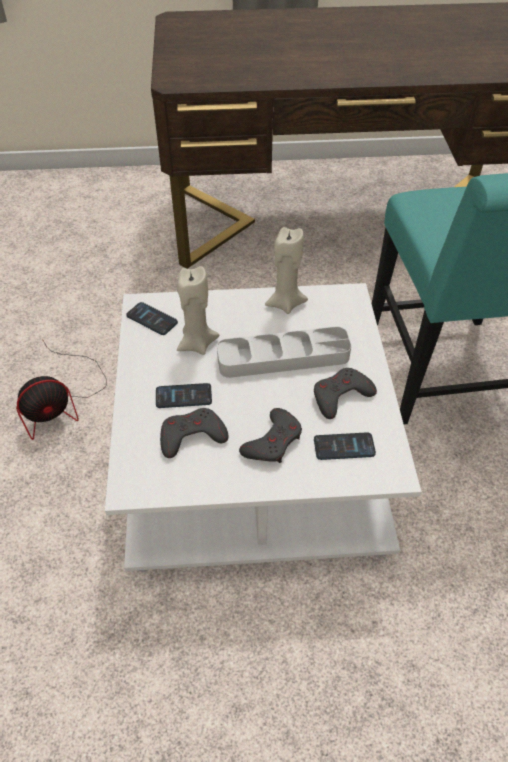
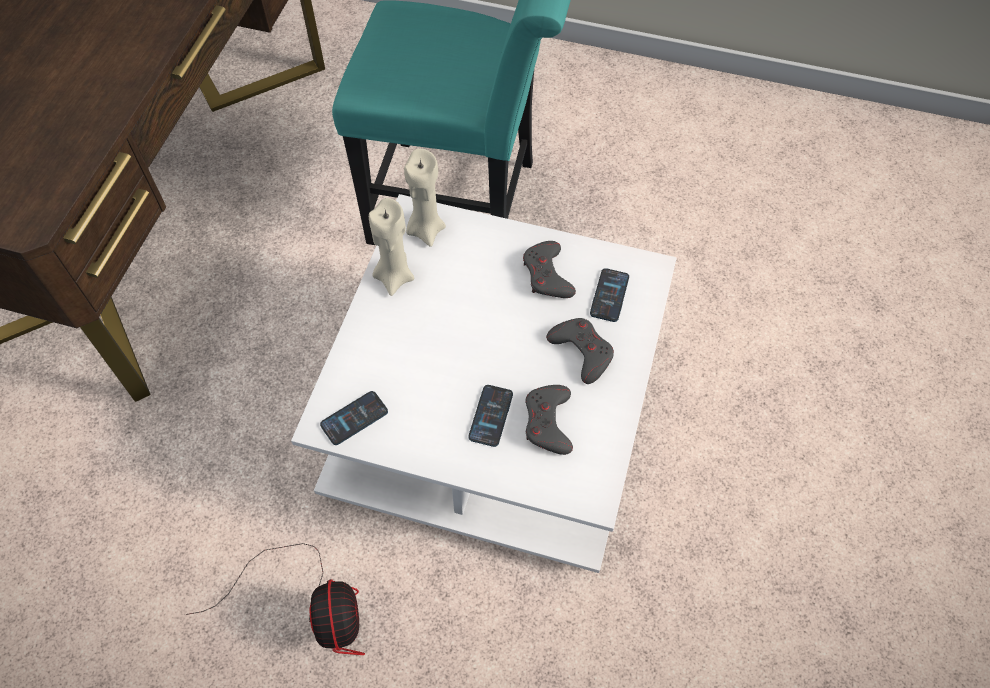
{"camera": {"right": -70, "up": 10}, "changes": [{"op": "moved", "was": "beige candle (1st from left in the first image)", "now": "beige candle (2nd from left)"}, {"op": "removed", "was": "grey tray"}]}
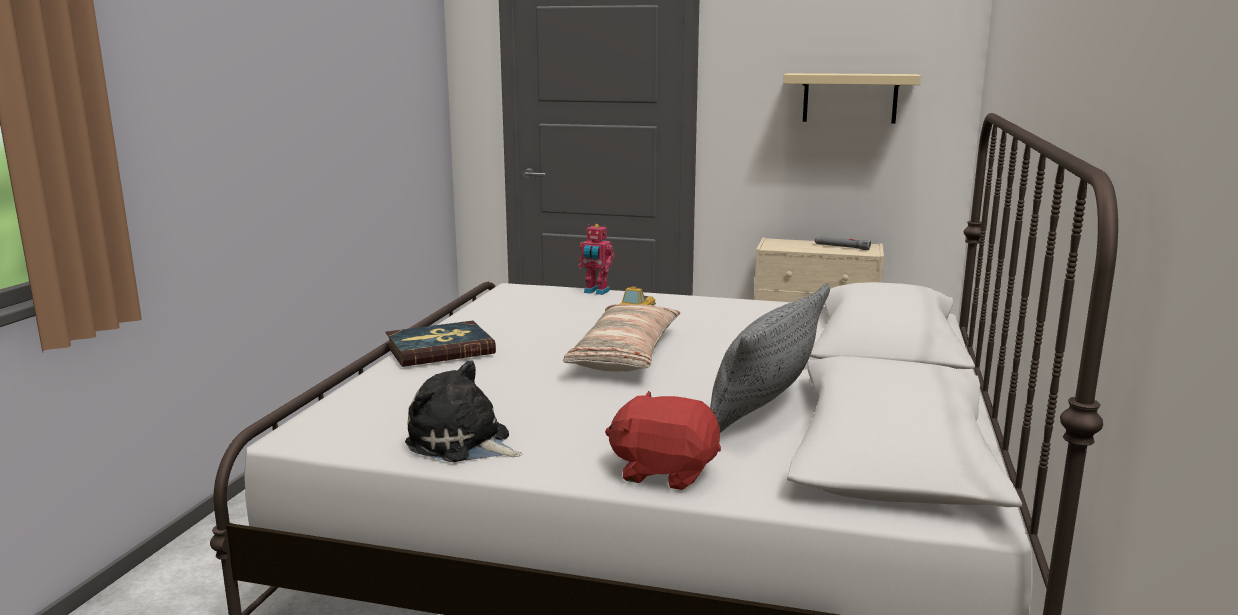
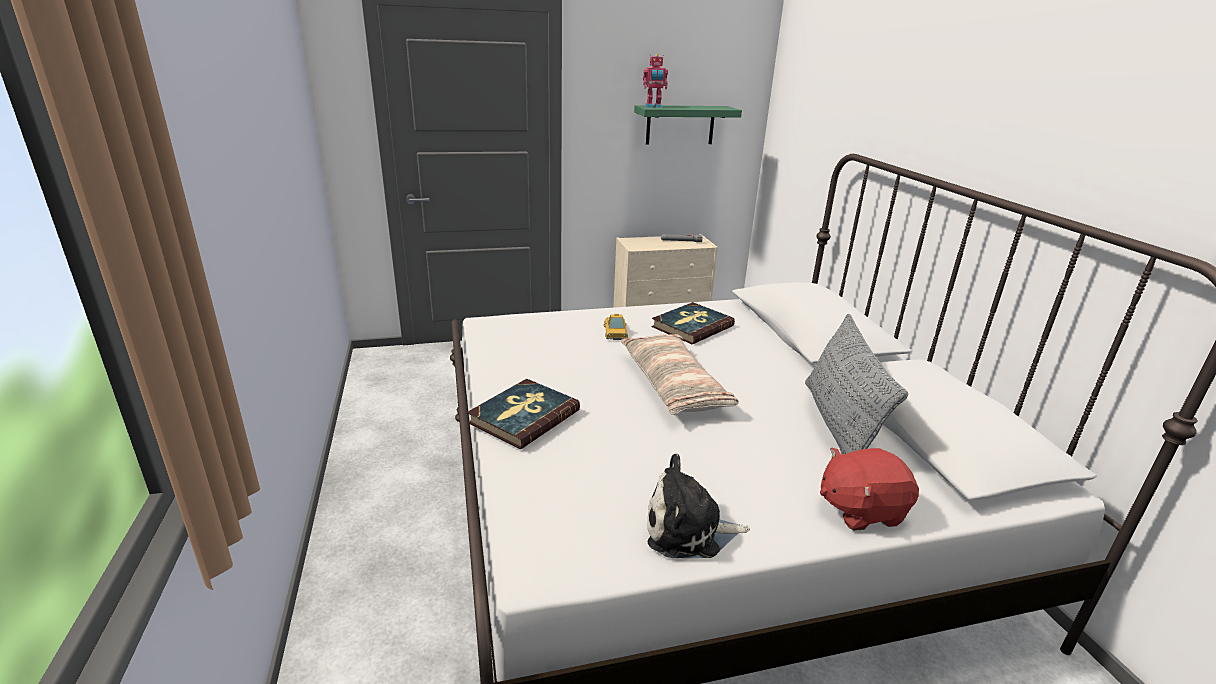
{"camera": {"right": -30, "up": 10}, "changes": [{"op": "recoloured", "was": "beige shelf", "now": "green shelf"}, {"op": "moved", "was": "toy robot"}, {"op": "added", "now": "book (2nd from left)"}]}
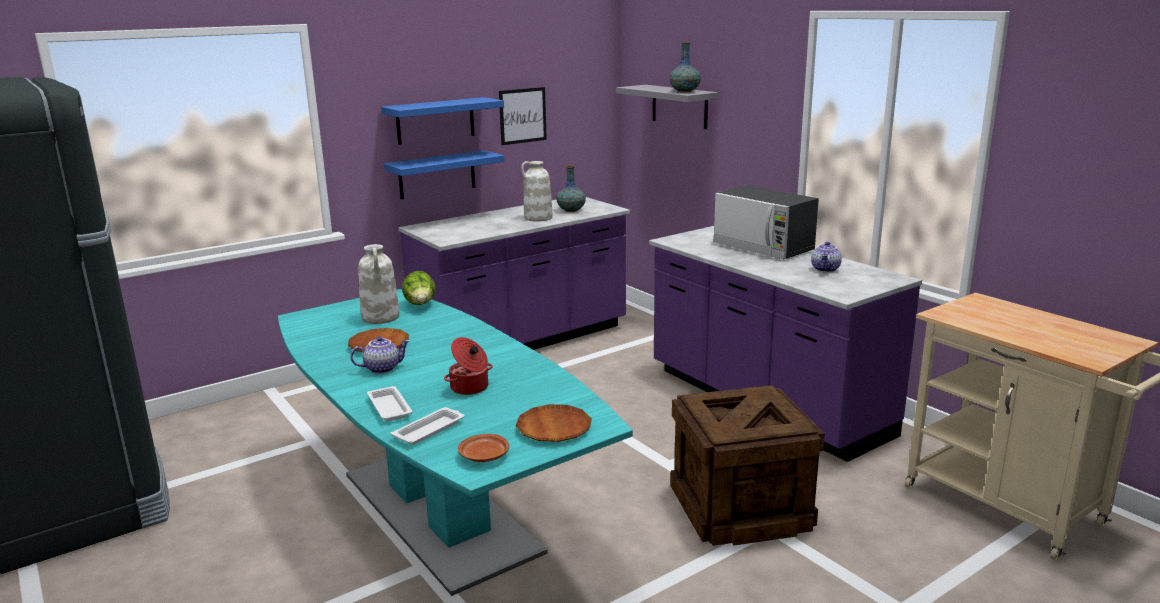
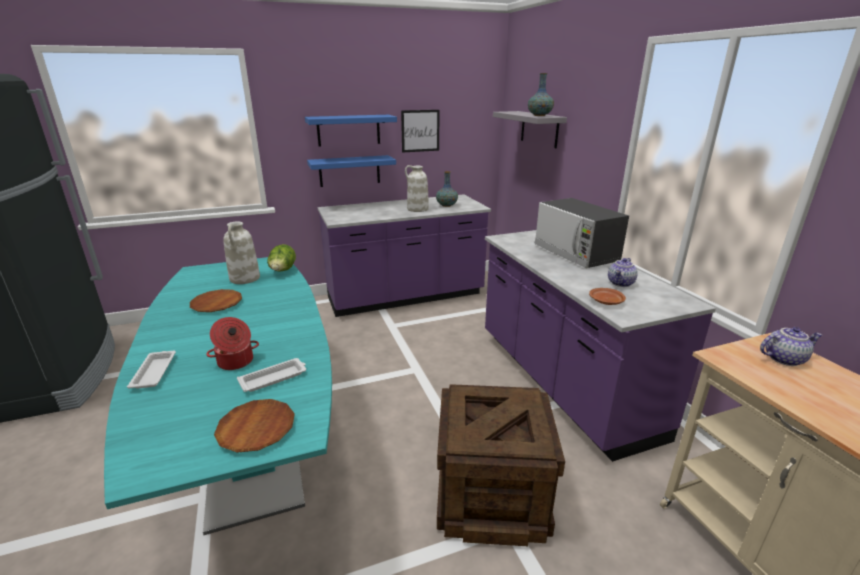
{"camera": {"right": 15, "up": 5}, "changes": [{"op": "moved", "was": "teapot (1st from left in the first image)", "now": "teapot (2nd from left)"}, {"op": "moved", "was": "white tray (2nd from left)"}, {"op": "moved", "was": "brown plate (2nd from left in the first image)", "now": "brown plate (3rd from left)"}]}
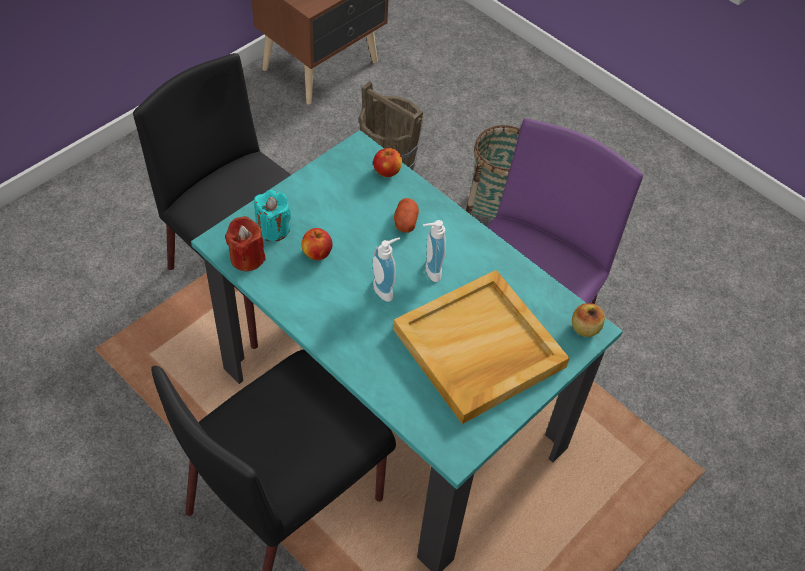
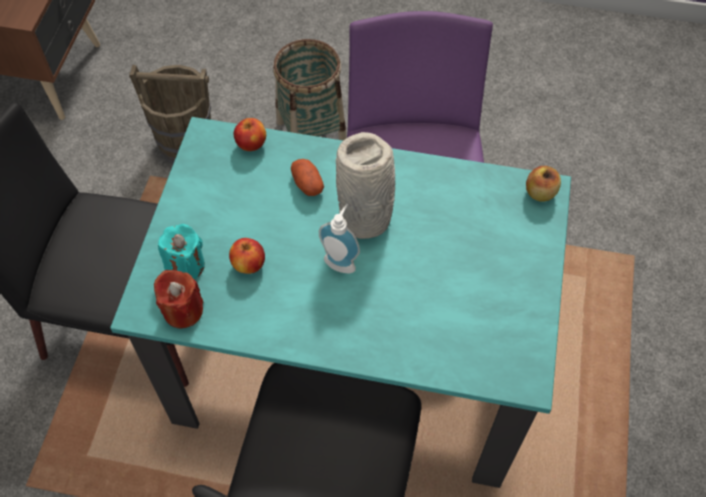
{"camera": {"right": -30, "up": 5}, "changes": [{"op": "replaced", "was": "soap dispenser (2nd from left)", "now": "grey vase"}, {"op": "removed", "was": "beige tray"}]}
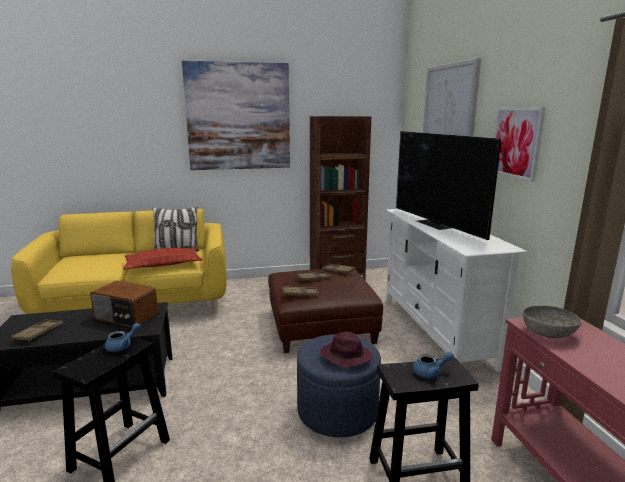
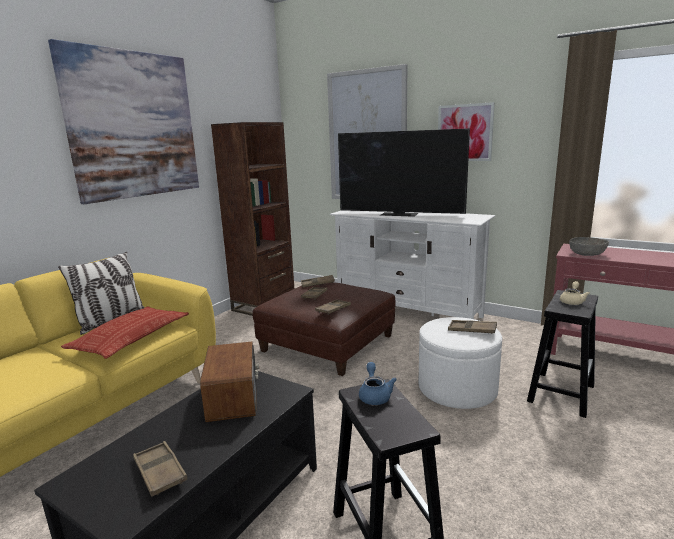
{"camera": {"right": -45, "up": 0}, "changes": [{"op": "turned", "was": "radio", "clockwise": -75}, {"op": "replaced", "was": "purple hat", "now": "brown tray (5th from left)"}, {"op": "recoloured", "was": "blue ottoman", "now": "white ottoman"}, {"op": "recoloured", "was": "blue teapot (2nd from left)", "now": "beige teapot"}]}
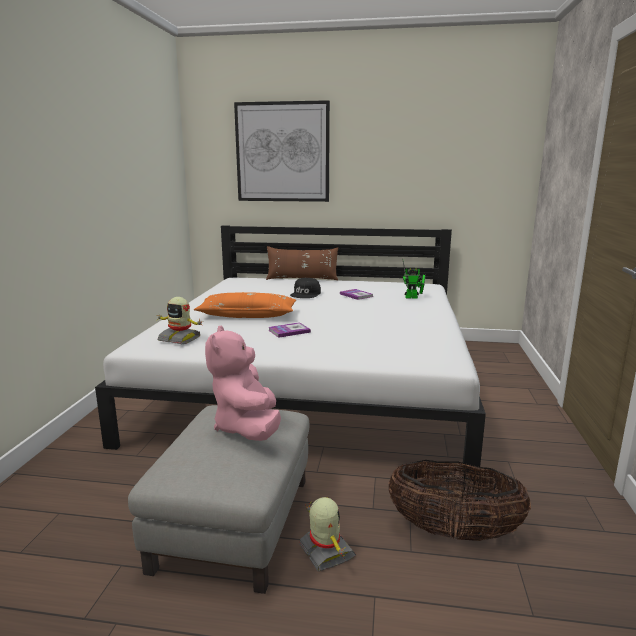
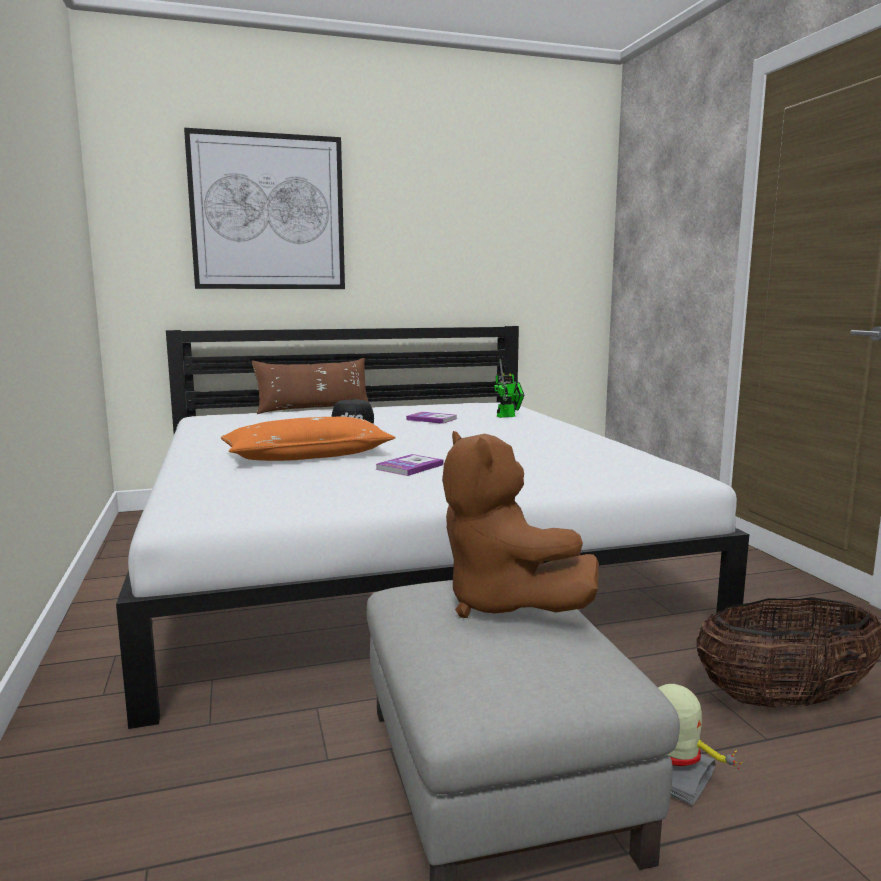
{"camera": {"right": -25, "up": -5}, "changes": [{"op": "removed", "was": "toy robot (1st from left)"}, {"op": "recoloured", "was": "pink plush toy", "now": "brown plush toy"}]}
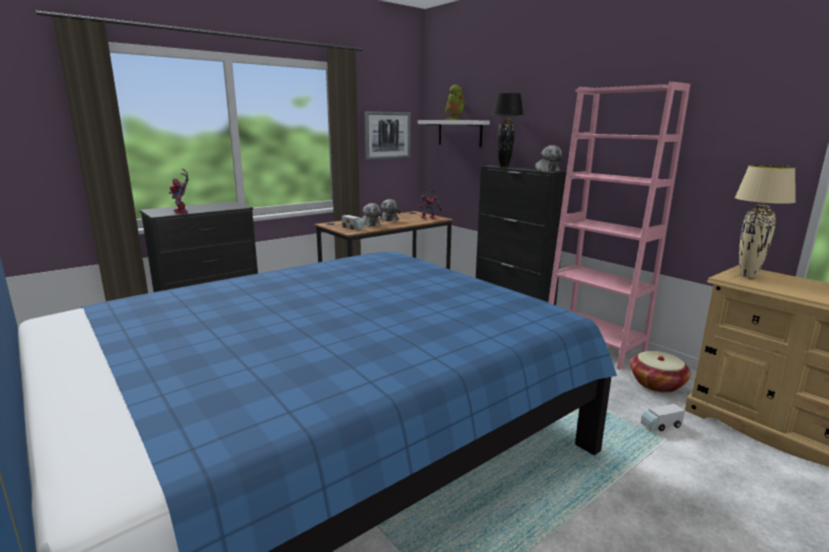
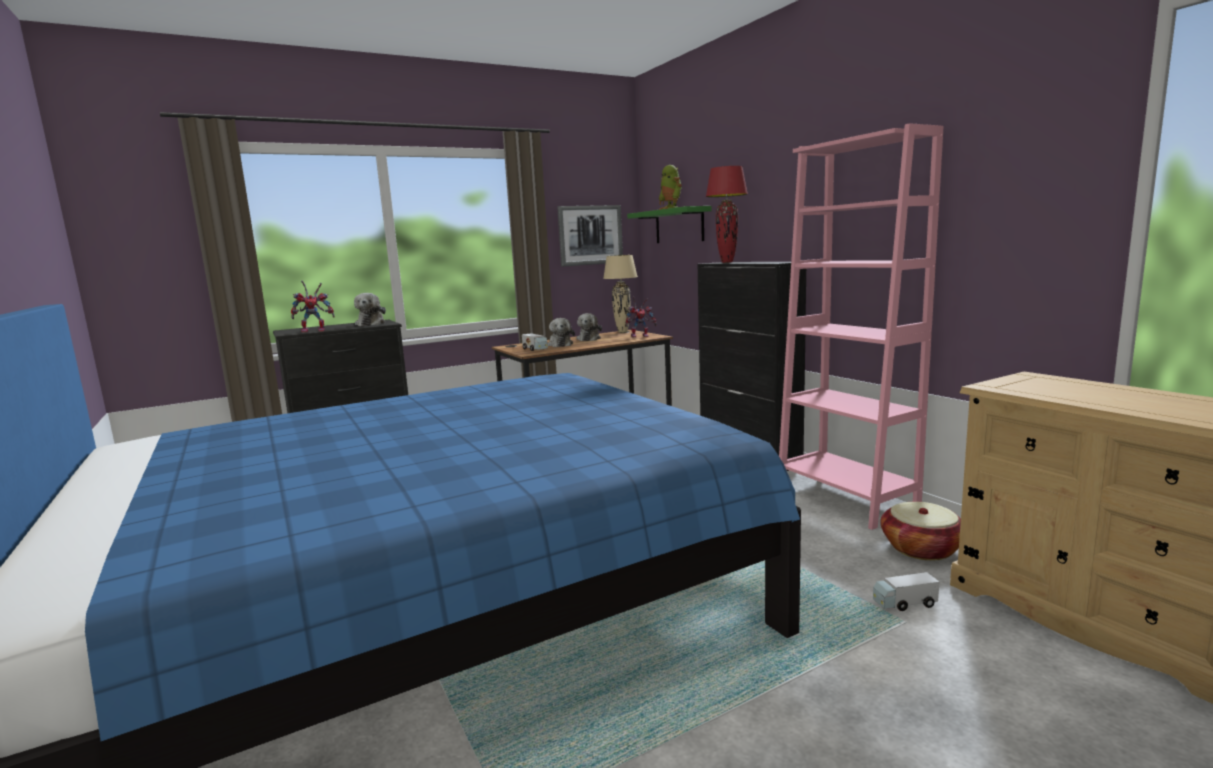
{"camera": {"right": 10, "up": -5}, "changes": [{"op": "recoloured", "was": "black table lamp", "now": "red table lamp"}, {"op": "recoloured", "was": "white shelf", "now": "green shelf"}, {"op": "moved", "was": "plush toy (3rd from left in the first image)", "now": "plush toy (1st from left)"}, {"op": "moved", "was": "beige table lamp"}, {"op": "turned", "was": "toy robot (1st from left)", "clockwise": -90}]}
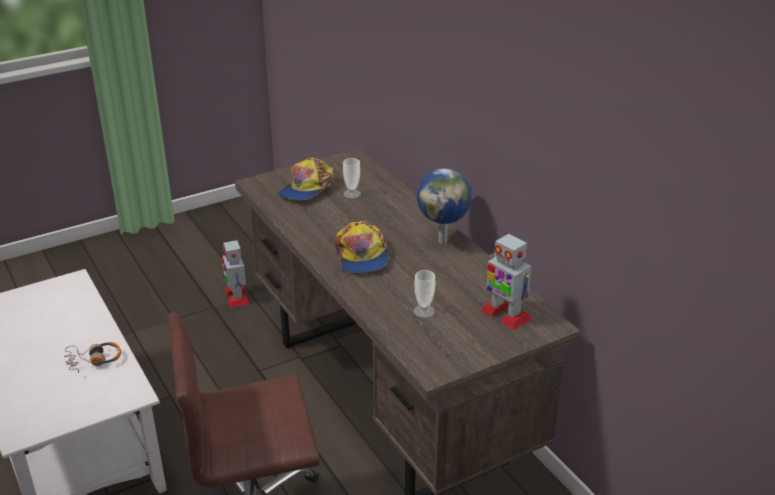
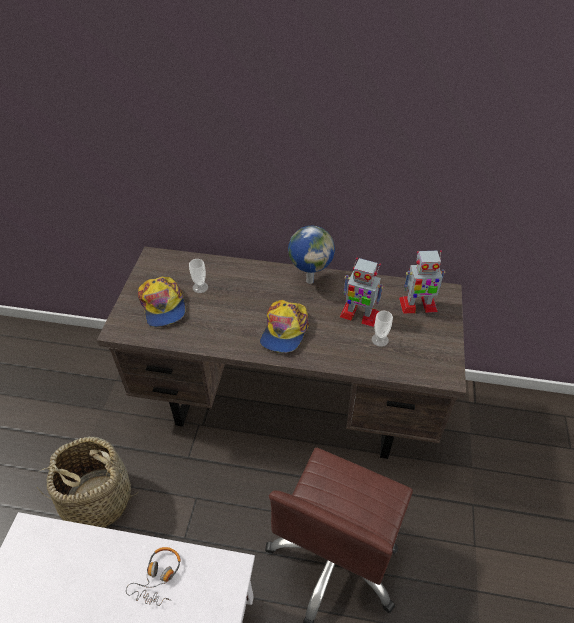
{"camera": {"right": -50, "up": 15}, "changes": [{"op": "turned", "was": "cap (2nd from left)", "clockwise": 75}, {"op": "moved", "was": "toy robot (1st from left)"}, {"op": "added", "now": "basket"}]}
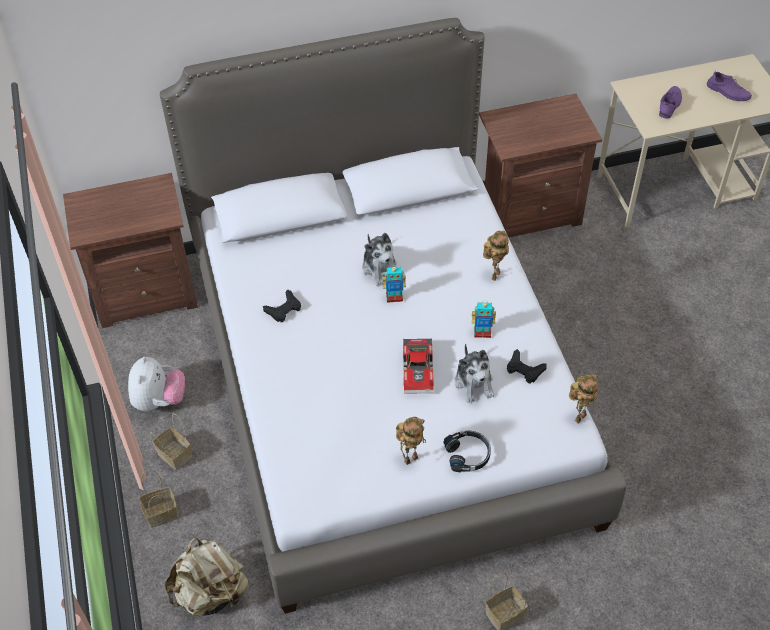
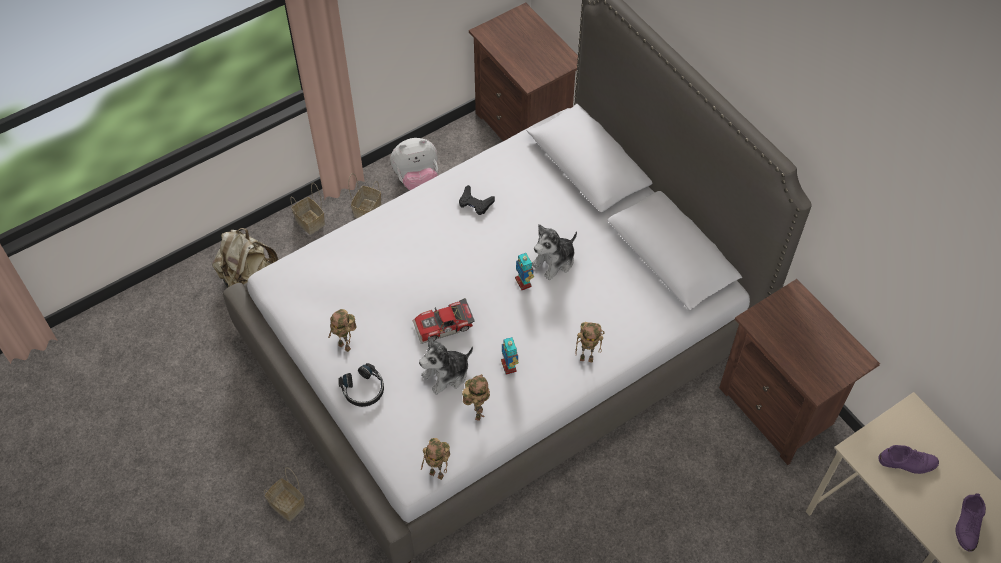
{"camera": {"right": 70, "up": 5}, "changes": [{"op": "replaced", "was": "black game controller (2nd from left)", "now": "toy robot (3rd from left)"}]}
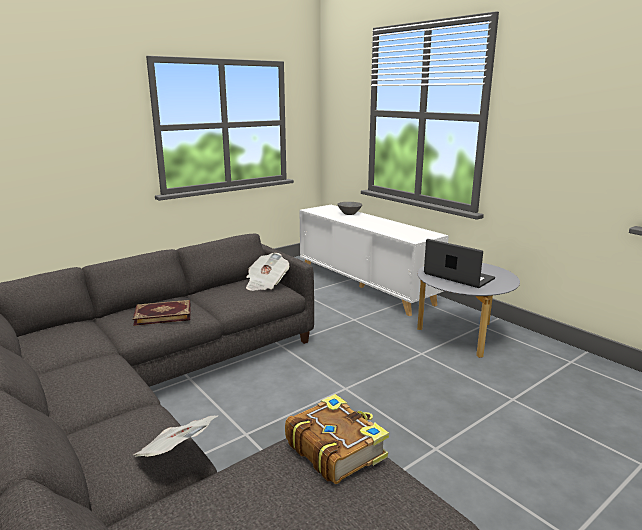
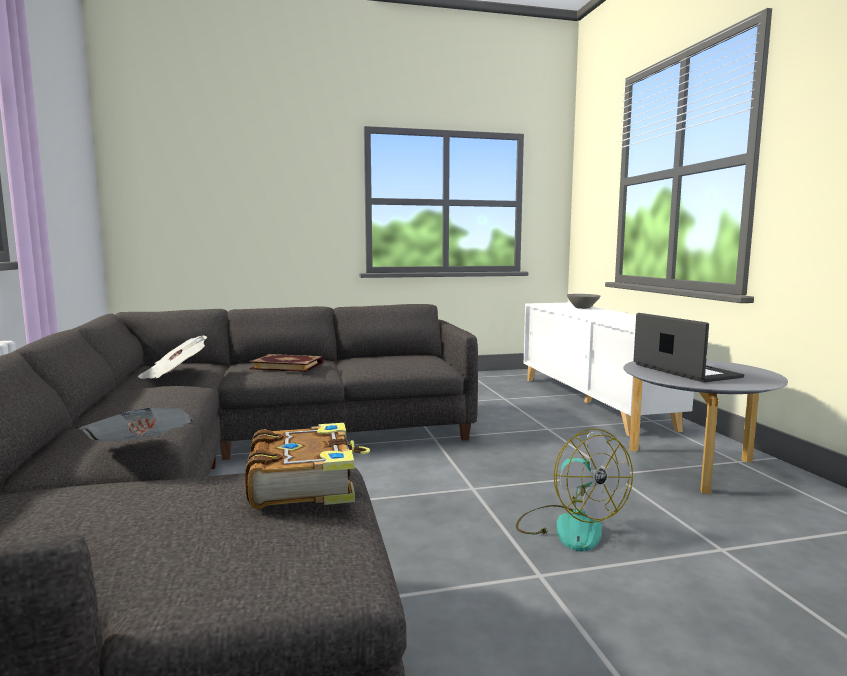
{"camera": {"right": 25, "up": -10}, "changes": [{"op": "moved", "was": "newspaper (2nd from left)"}, {"op": "added", "now": "fan"}]}
